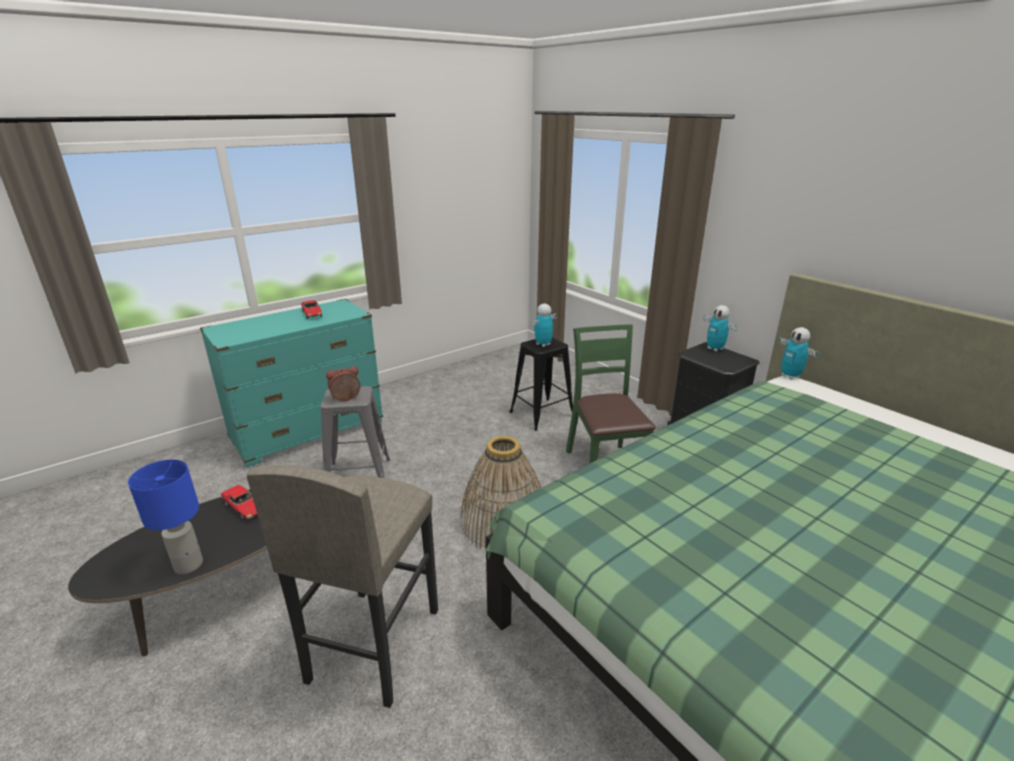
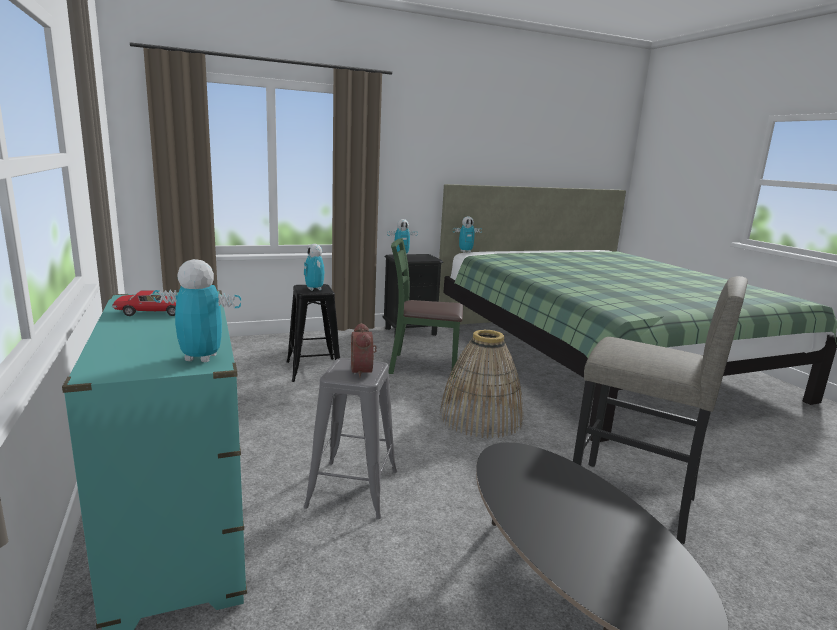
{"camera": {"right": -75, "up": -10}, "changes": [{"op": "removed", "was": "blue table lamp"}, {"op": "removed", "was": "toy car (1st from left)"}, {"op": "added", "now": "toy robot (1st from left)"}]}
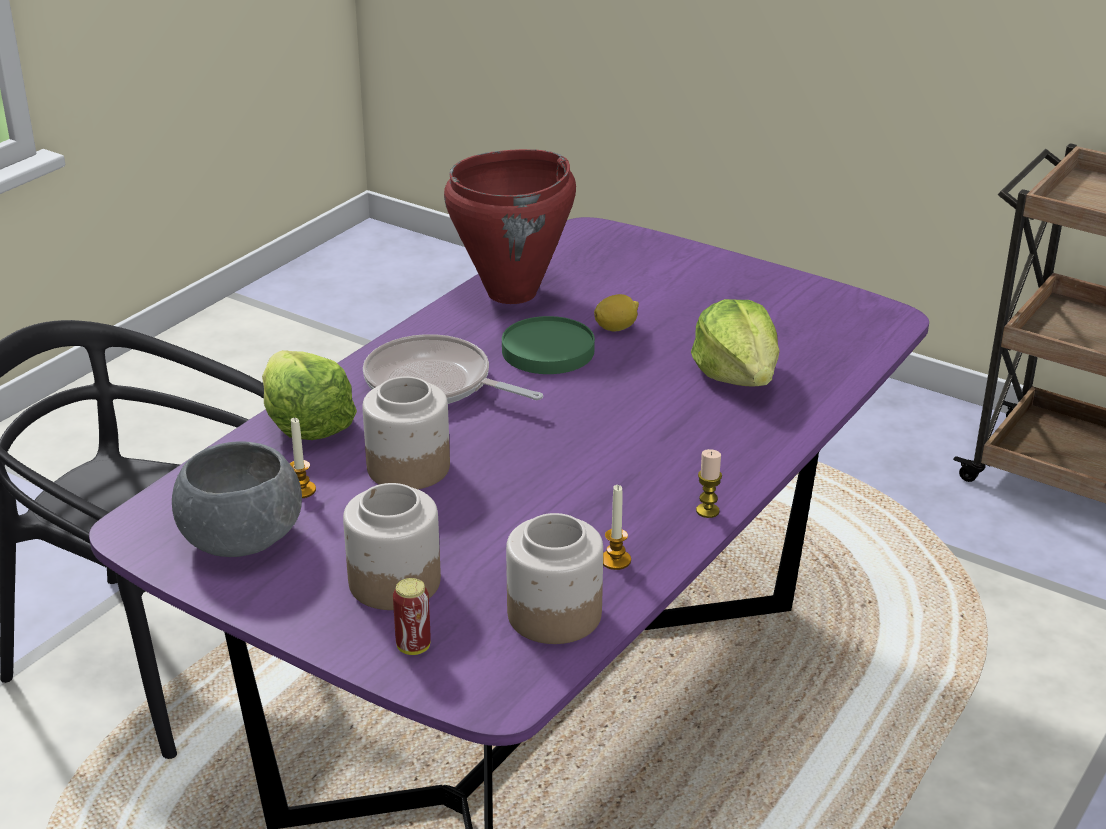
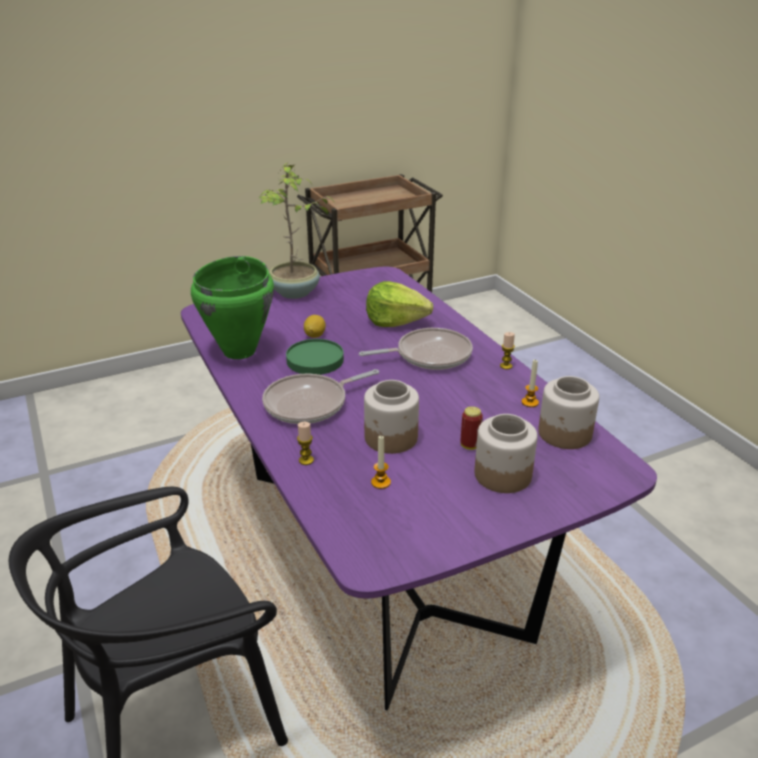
{"camera": {"right": -60, "up": 0}, "changes": [{"op": "recoloured", "was": "red cooking pot", "now": "green cooking pot"}, {"op": "replaced", "was": "lettuce (1st from left)", "now": "candle (1st from left)"}, {"op": "removed", "was": "grey bowl"}, {"op": "moved", "was": "can"}, {"op": "added", "now": "potted plant"}, {"op": "added", "now": "frying pan (2nd from left)"}]}
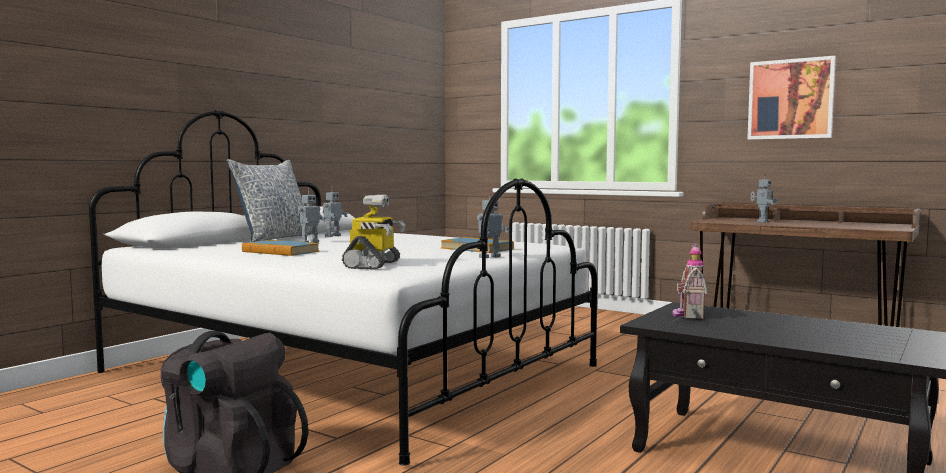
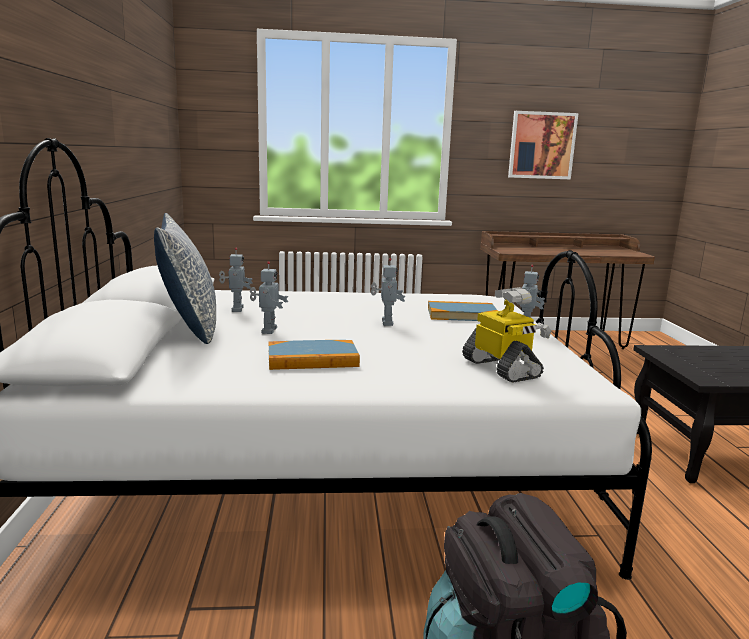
{"camera": {"right": -40, "up": 10}, "changes": [{"op": "moved", "was": "toy robot (5th from left in the first image)", "now": "toy robot (3rd from left)"}, {"op": "removed", "was": "toy house"}]}
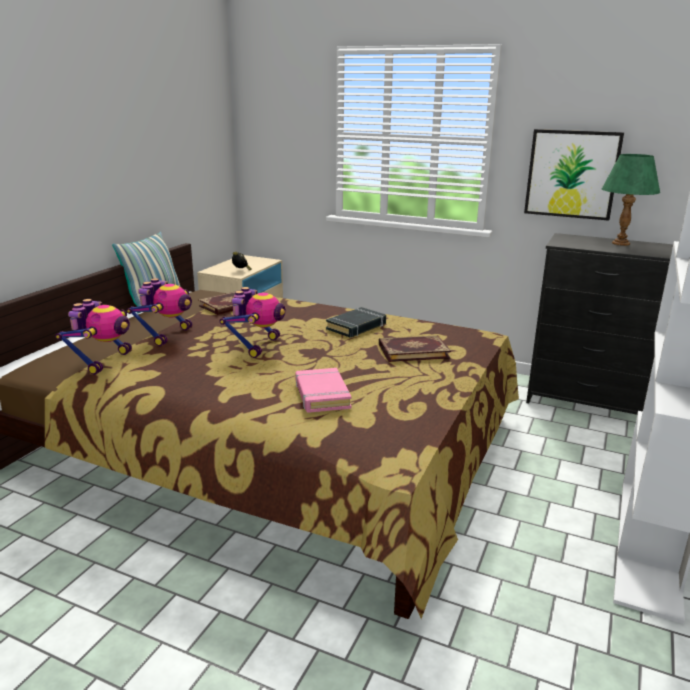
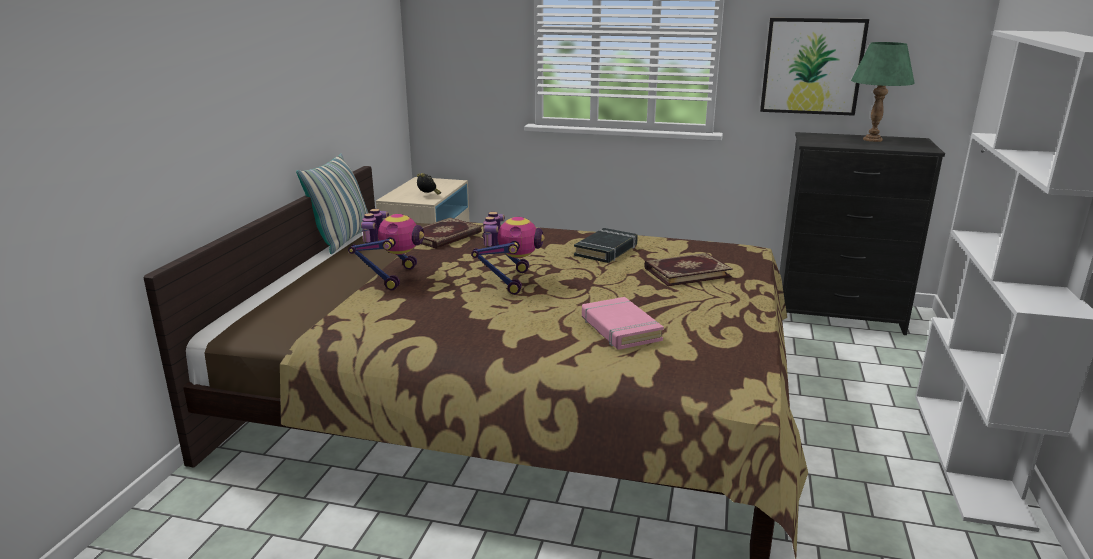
{"camera": {"right": -10, "up": 0}, "changes": [{"op": "removed", "was": "toy robot (1st from left)"}]}
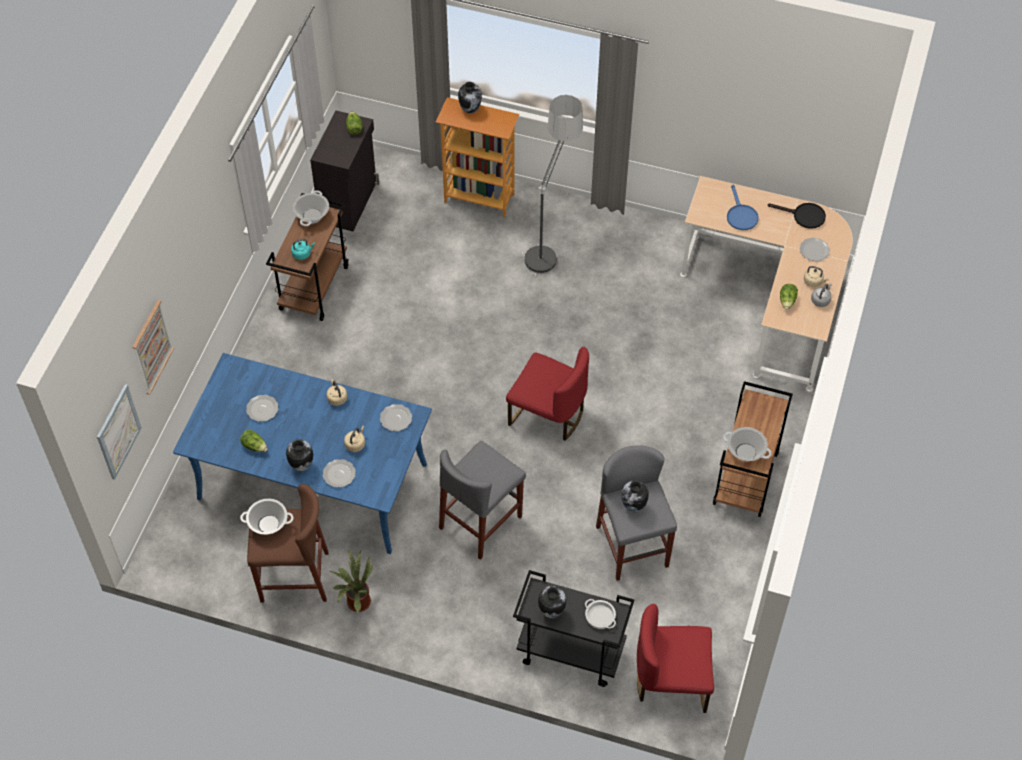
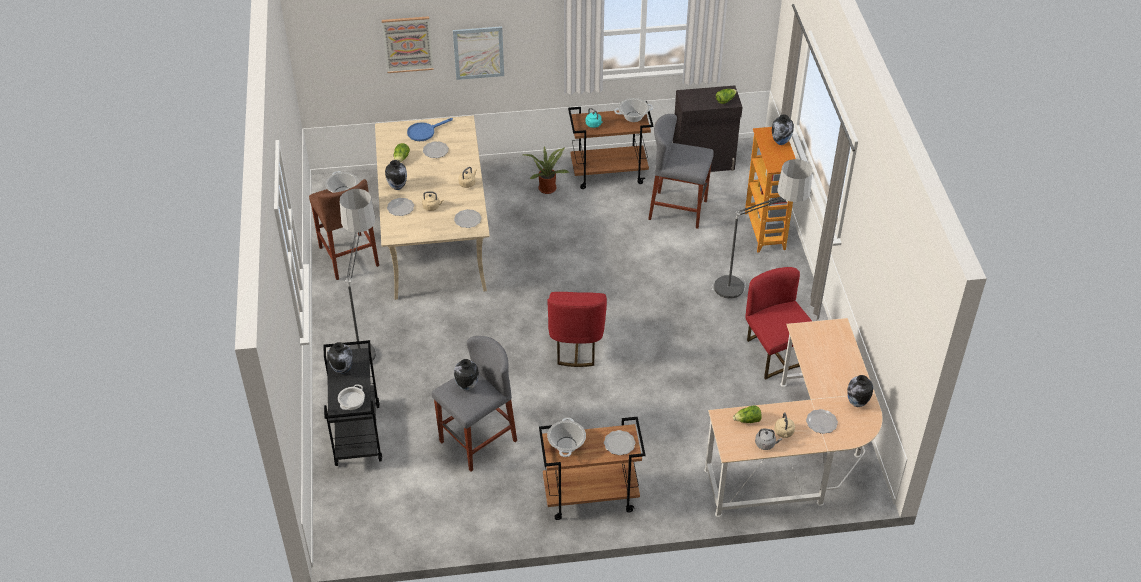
{"camera": {"right": 65, "up": -10}, "changes": [{"op": "moved", "was": "blue frying pan"}, {"op": "replaced", "was": "black frying pan", "now": "vase (5th from left)"}, {"op": "recoloured", "was": "blue dining table", "now": "beige dining table"}, {"op": "moved", "was": "picture (1st from left in the first image)", "now": "picture (2nd from left)"}, {"op": "moved", "was": "grey stool (1st from left in the first image)", "now": "grey stool (2nd from left)"}, {"op": "moved", "was": "potted plant"}, {"op": "moved", "was": "red chair (2nd from left)"}, {"op": "added", "now": "floor lamp (1st from left)"}, {"op": "added", "now": "plate (4th from left)"}]}
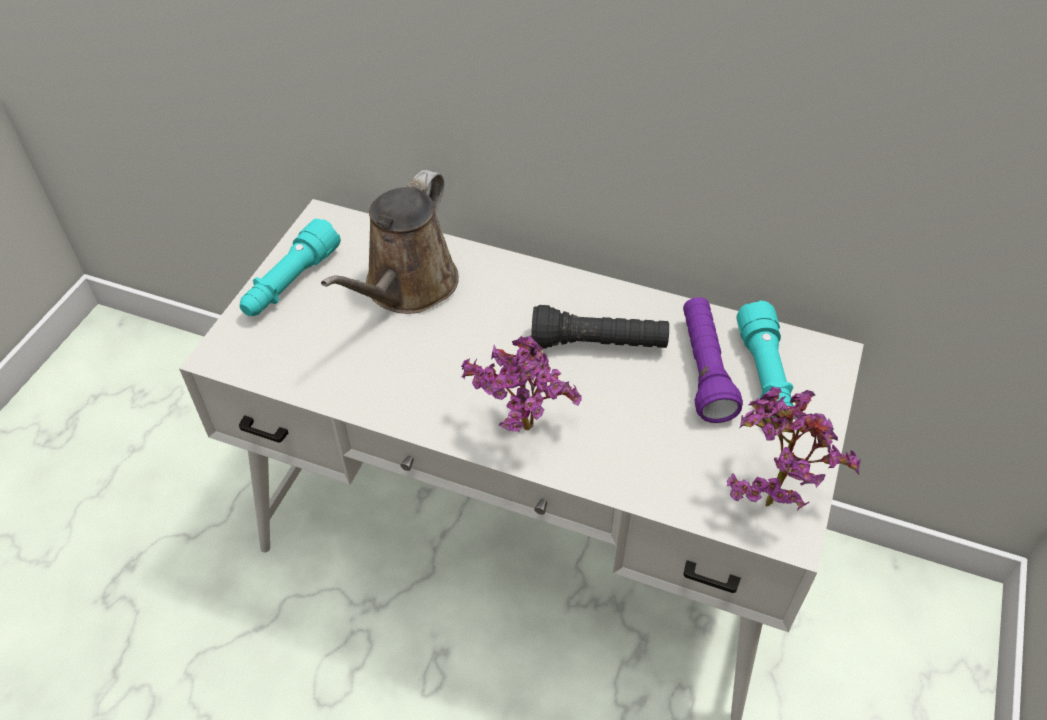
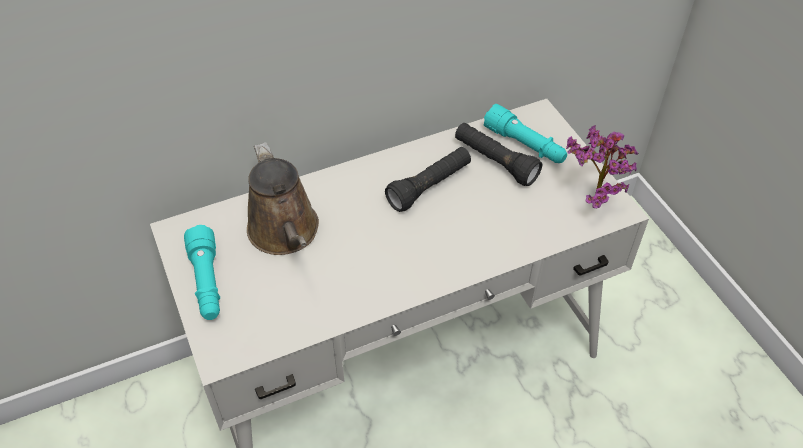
{"camera": {"right": -45, "up": 0}, "changes": [{"op": "recoloured", "was": "purple flashlight", "now": "black flashlight (2nd from left)"}, {"op": "removed", "was": "potted plant (1st from left)"}]}
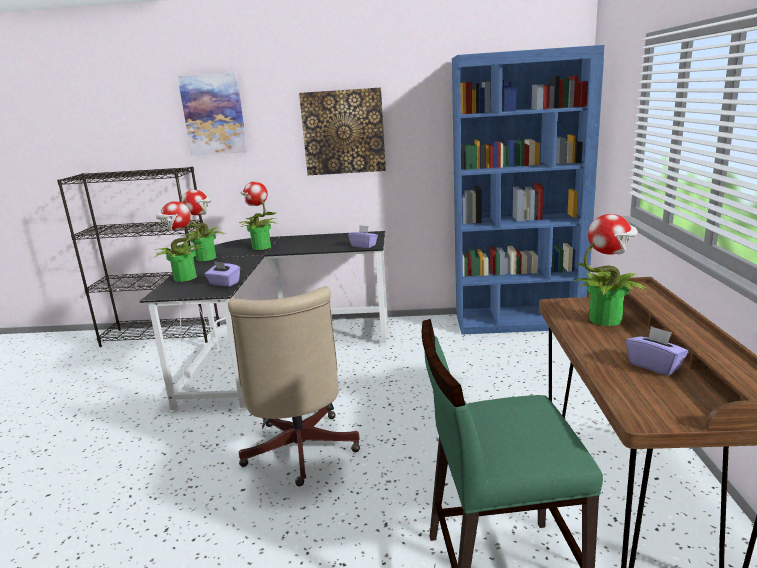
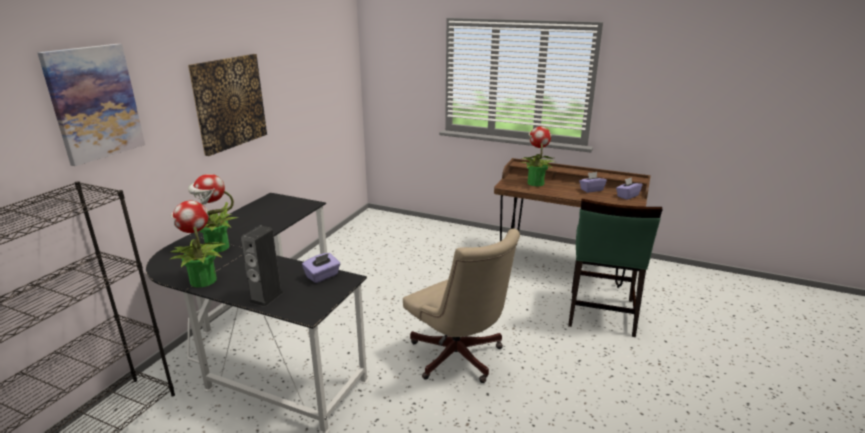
{"camera": {"right": -70, "up": 5}, "changes": [{"op": "removed", "was": "blue bookcase"}, {"op": "replaced", "was": "potted plant (1st from left)", "now": "speaker"}, {"op": "moved", "was": "purple tissue box (2nd from left in the first image)", "now": "purple tissue box (3rd from left)"}, {"op": "turned", "was": "beige office chair", "clockwise": 45}]}
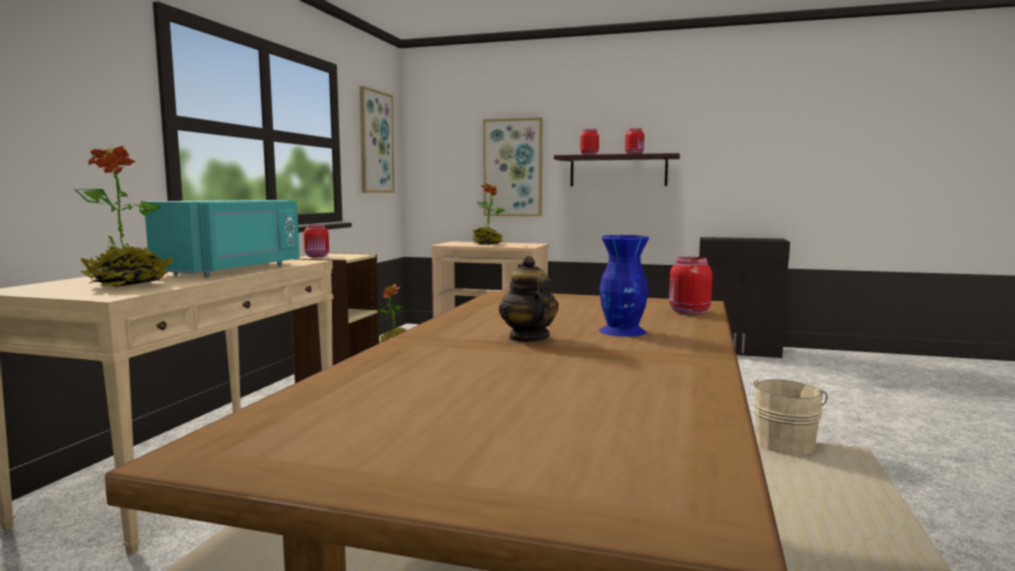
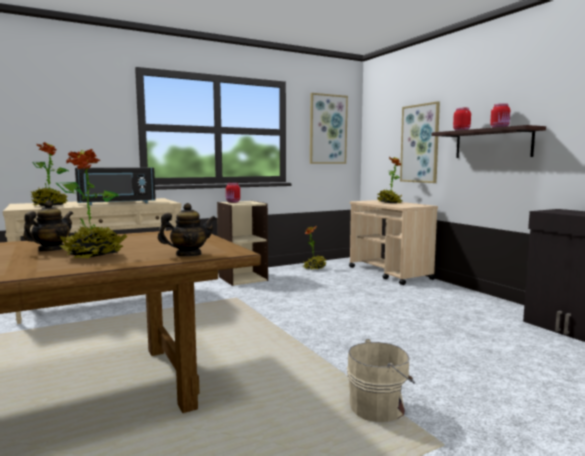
{"camera": {"right": 45, "up": 0}, "changes": [{"op": "recoloured", "was": "turquoise microwave", "now": "black microwave"}, {"op": "replaced", "was": "blue vase", "now": "potted plant (2nd from left)"}, {"op": "replaced", "was": "red jar (4th from left)", "now": "teapot (2nd from left)"}]}
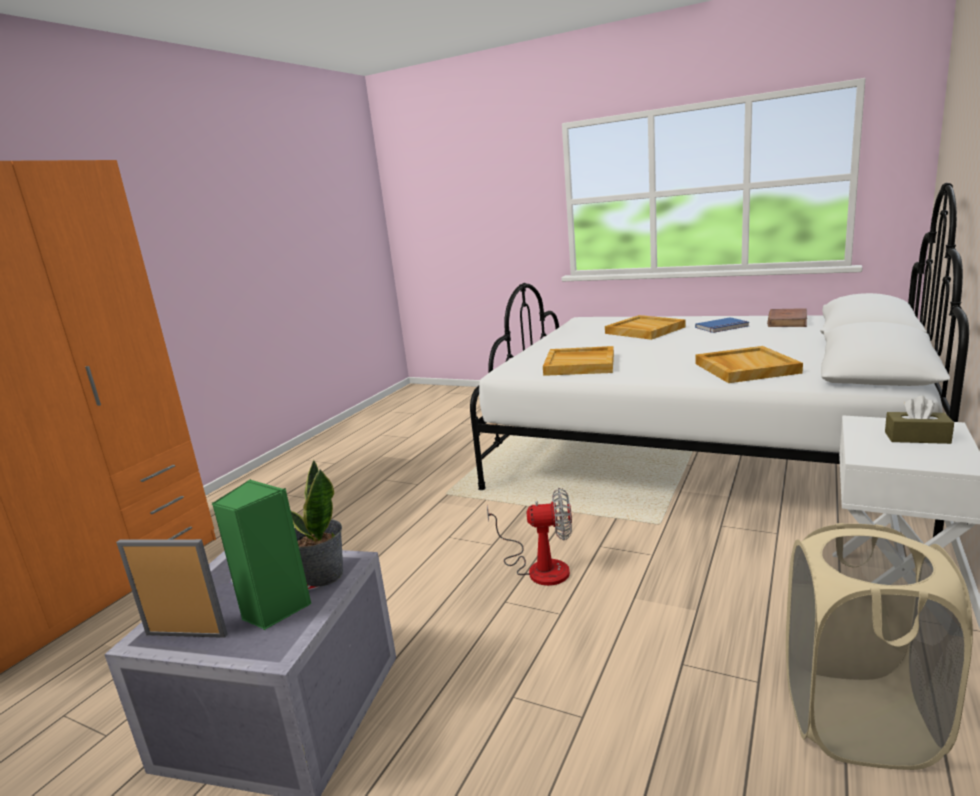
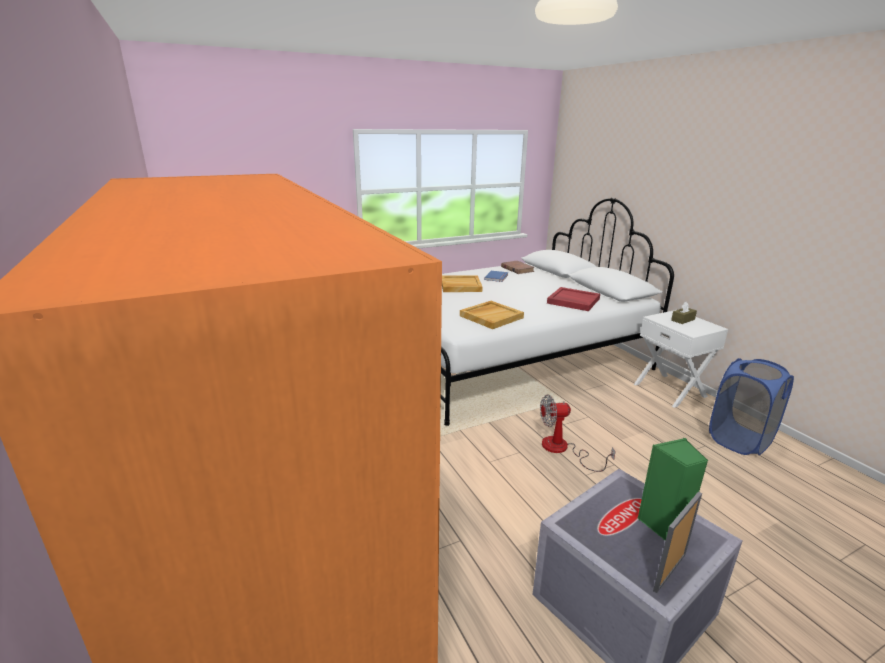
{"camera": {"right": -55, "up": 5}, "changes": [{"op": "recoloured", "was": "beige tray (3rd from left)", "now": "red tray"}, {"op": "removed", "was": "potted plant"}, {"op": "turned", "was": "fan", "clockwise": -135}, {"op": "recoloured", "was": "beige laundry basket", "now": "blue laundry basket"}]}
